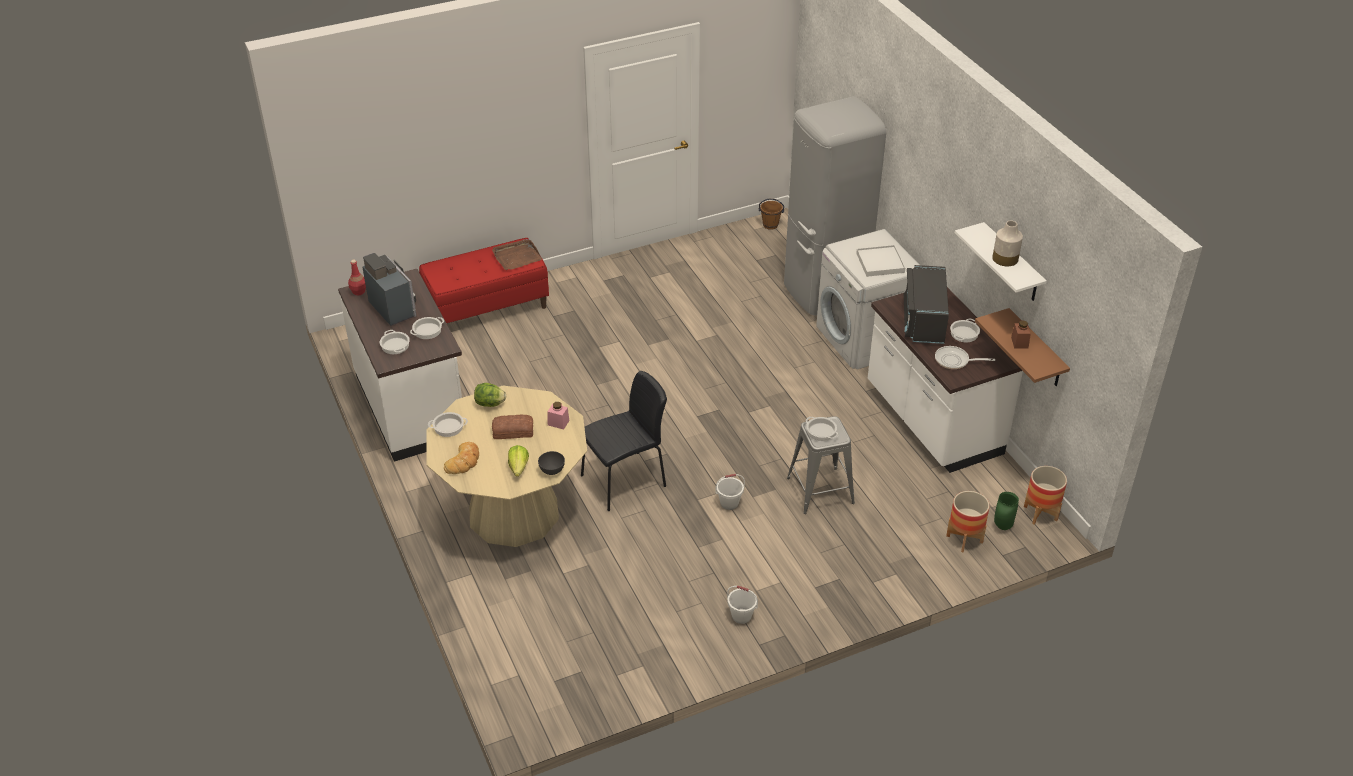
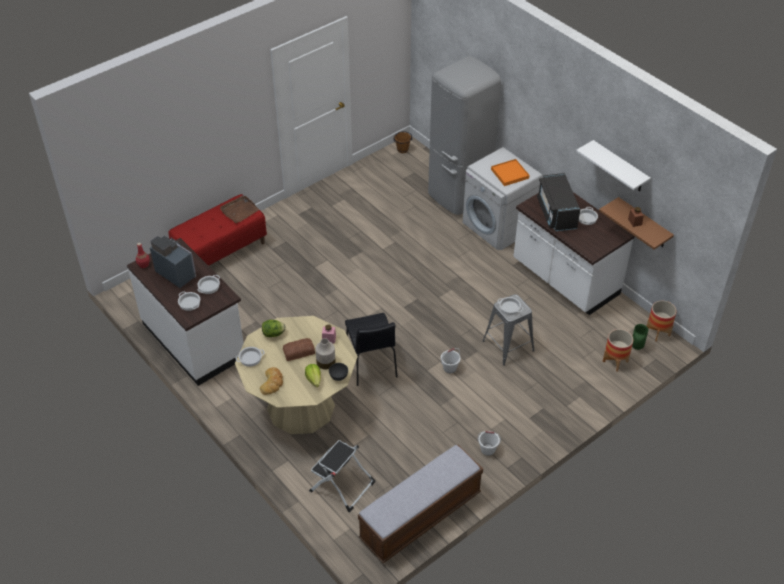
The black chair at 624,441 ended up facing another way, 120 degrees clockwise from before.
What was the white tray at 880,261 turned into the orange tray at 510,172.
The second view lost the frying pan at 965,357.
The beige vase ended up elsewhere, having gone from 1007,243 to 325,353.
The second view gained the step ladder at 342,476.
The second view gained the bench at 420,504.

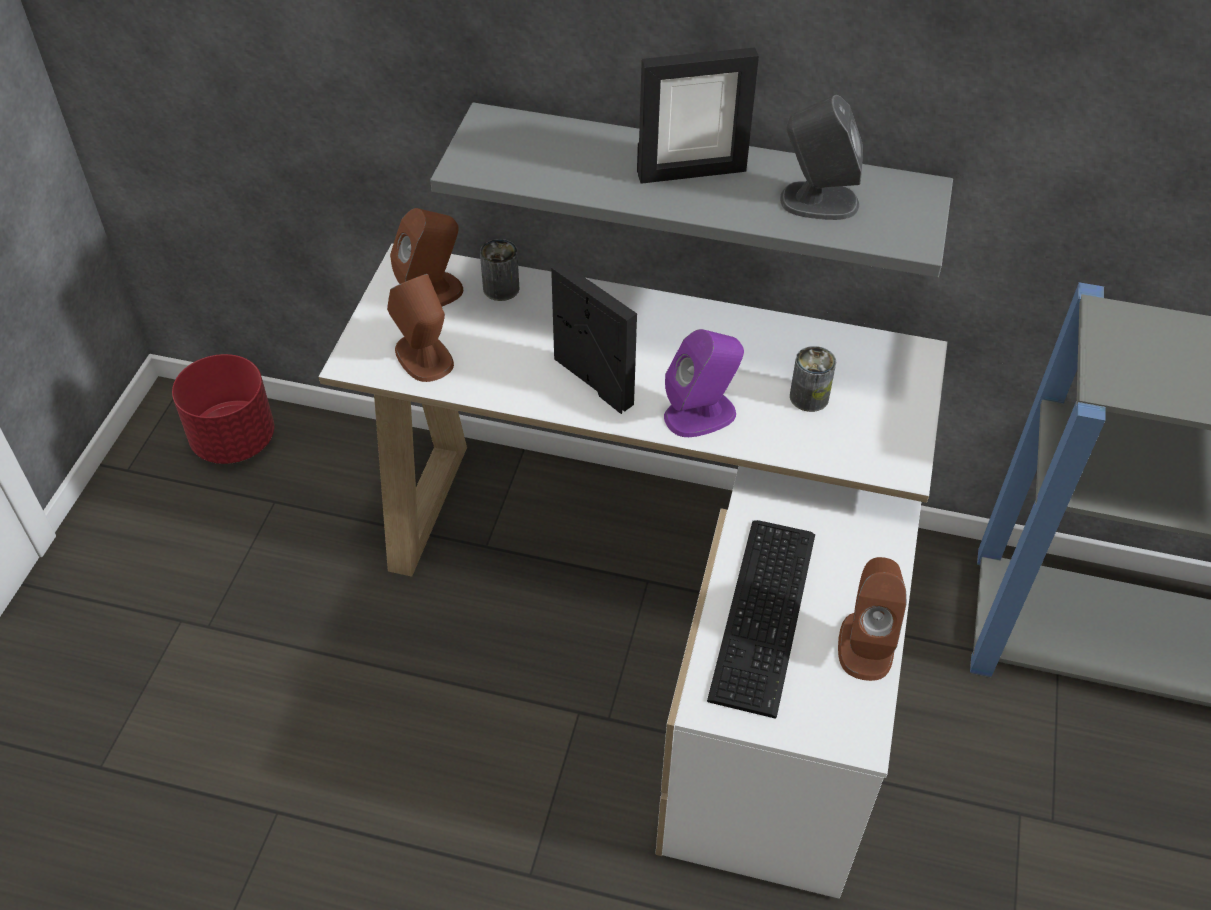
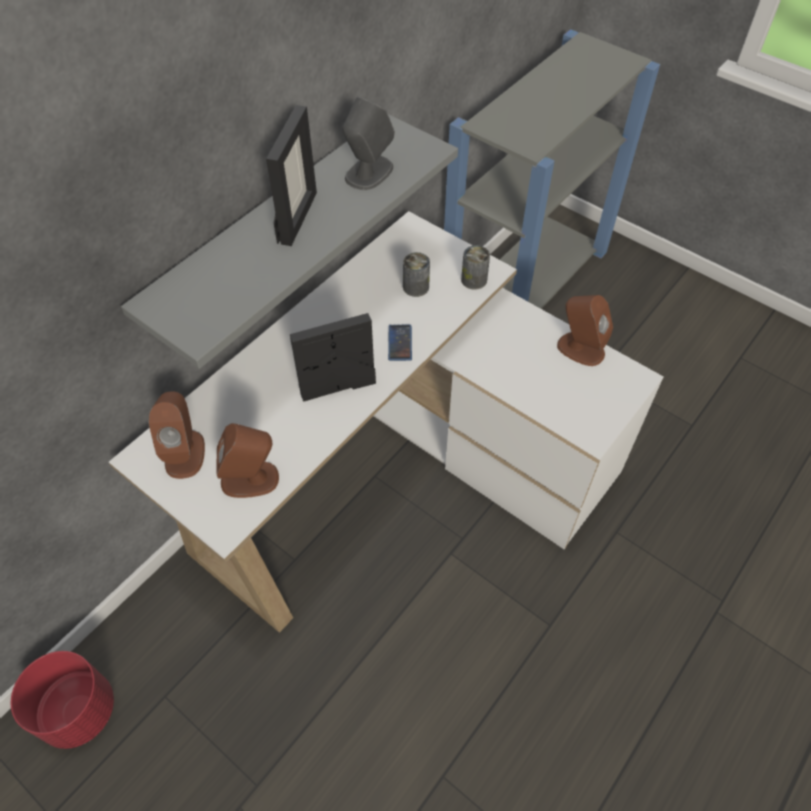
The can ended up elsewhere, having gone from 499,270 to 475,267.
Where the purple speaker stood at 704,383, the phone came to stand at 400,343.
The second view lost the keyboard at 761,619.

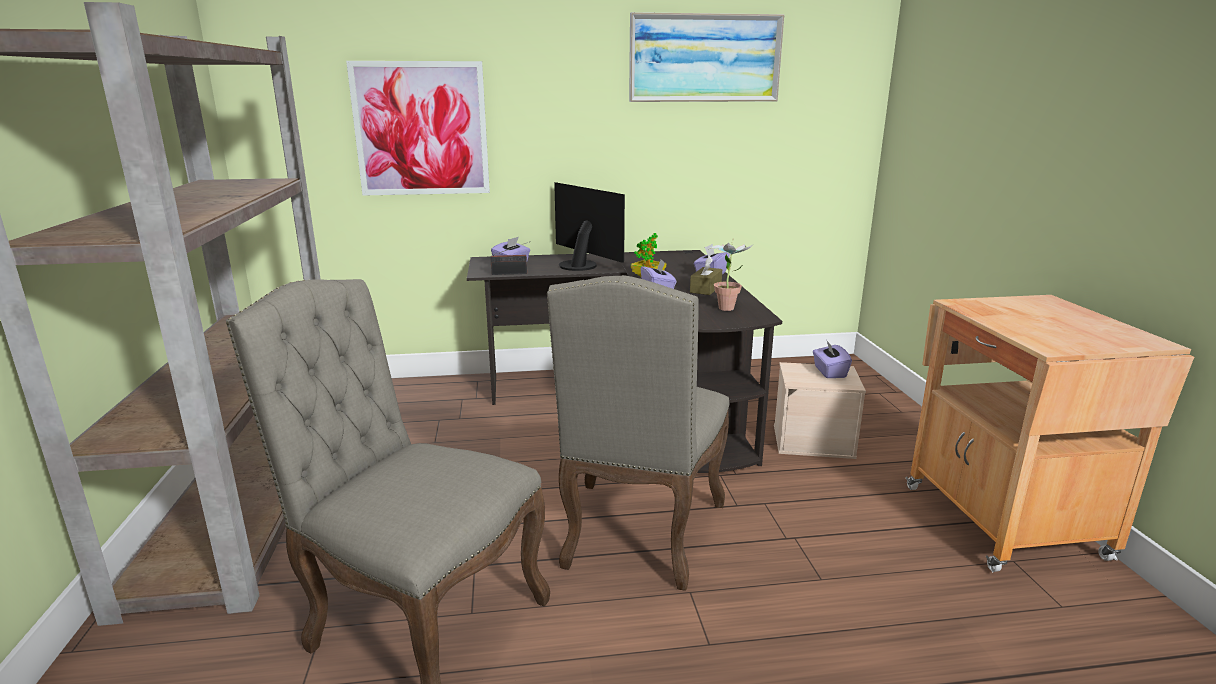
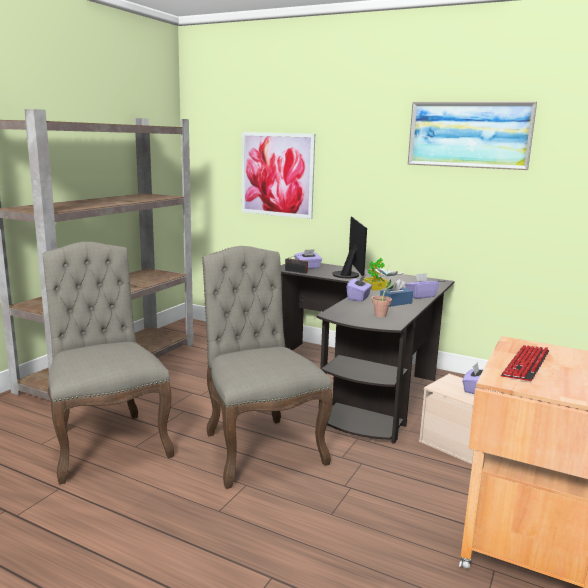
The grey chair at 638,433 ended up facing another way, 105 degrees clockwise from before.
What was the brown tissue box at 706,275 turned into the blue tissue box at 396,293.
The second view gained the keyboard at 525,363.

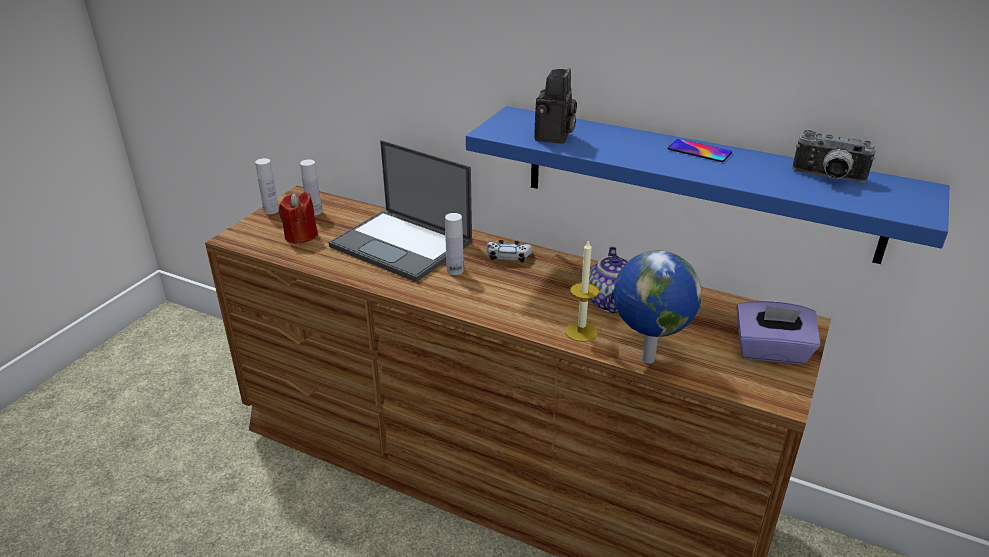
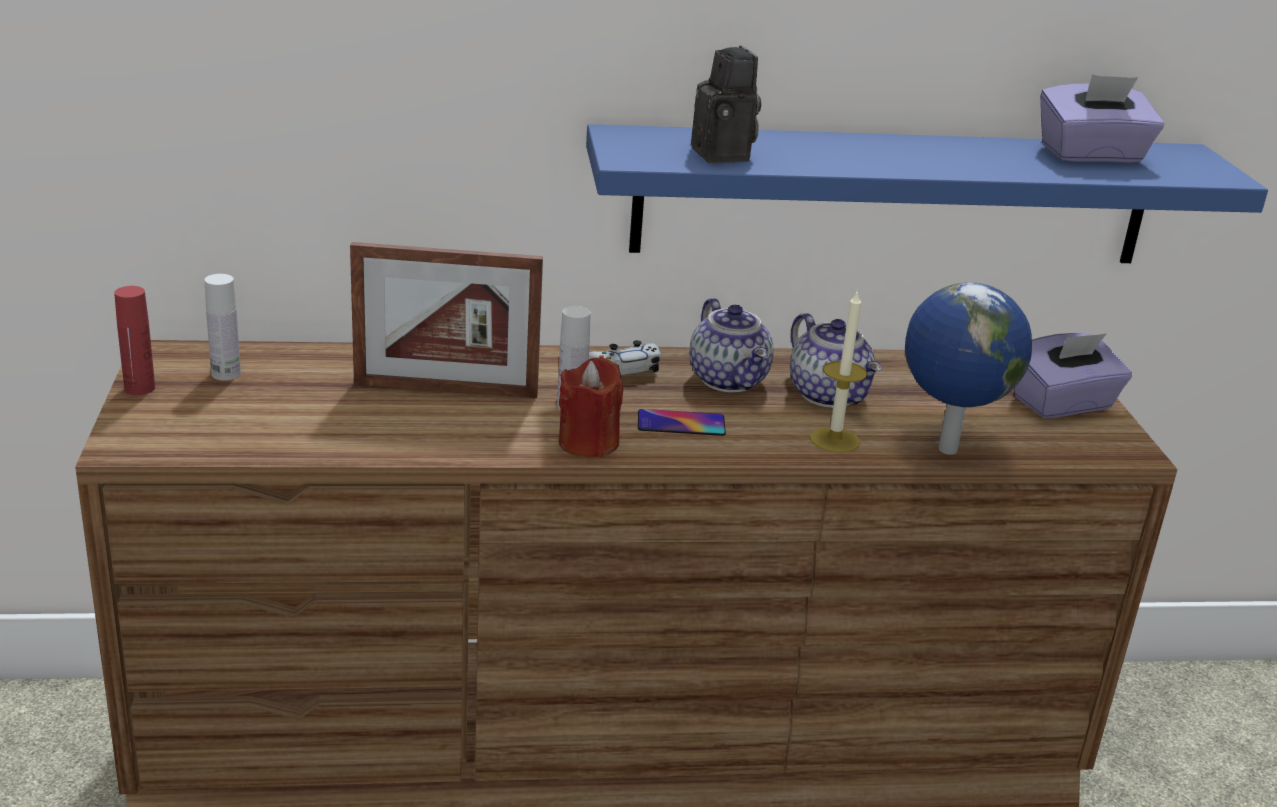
What was the white bottle at 267,186 turned into the red bottle at 134,340.
The red candle ended up elsewhere, having gone from 298,218 to 591,407.
Where the laptop stood at 400,211, the picture frame came to stand at 446,320.
The phone ended up elsewhere, having gone from 699,150 to 682,422.
Where the photo camera stood at 834,156, the purple tissue box came to stand at 1102,118.
The second view gained the teapot at 731,345.

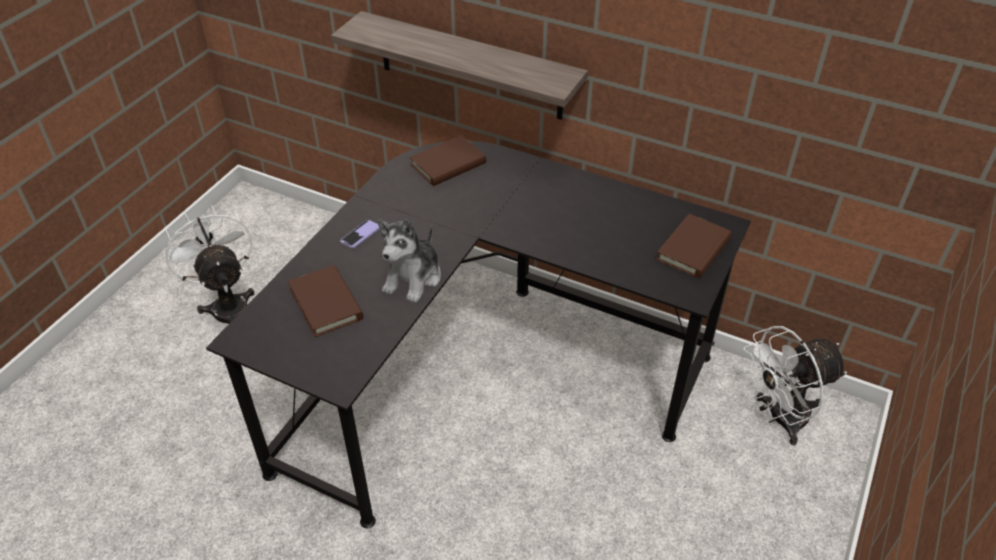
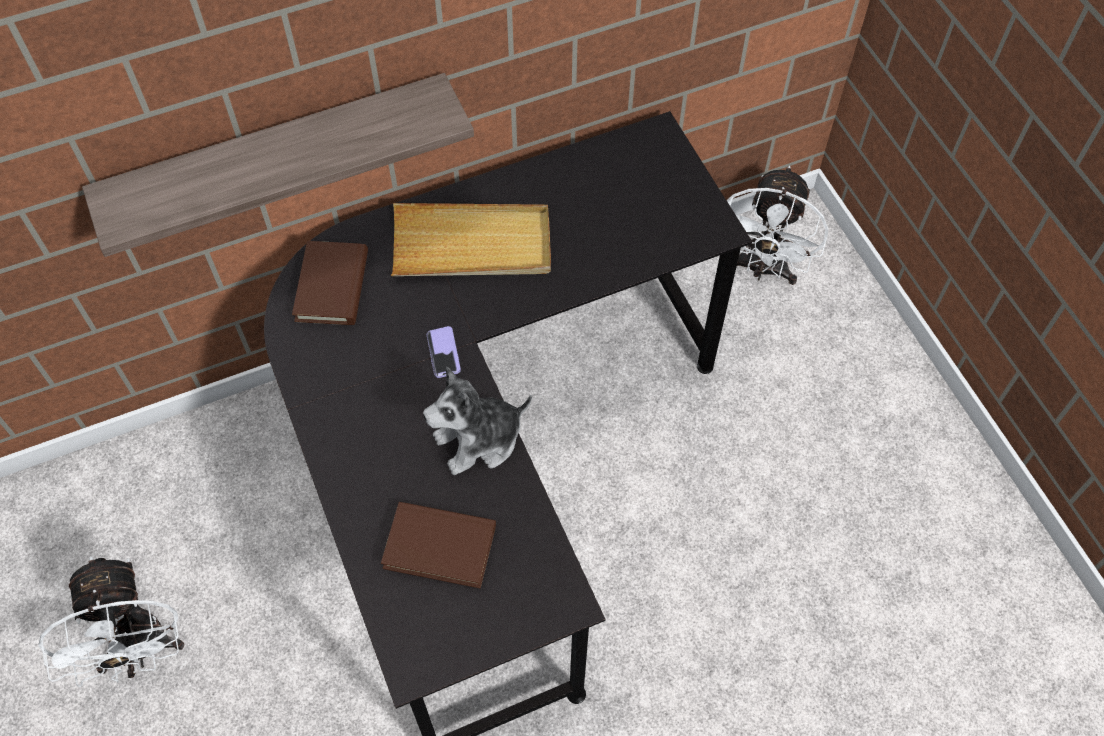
The white fan at 208,264 ended up facing another way, 120 degrees counterclockwise from before.
The phone ended up elsewhere, having gone from 360,234 to 444,352.
The plush toy at 409,261 ended up facing another way, 90 degrees clockwise from before.
The second view lost the brown book at 694,246.
The second view gained the beige tray at 471,239.

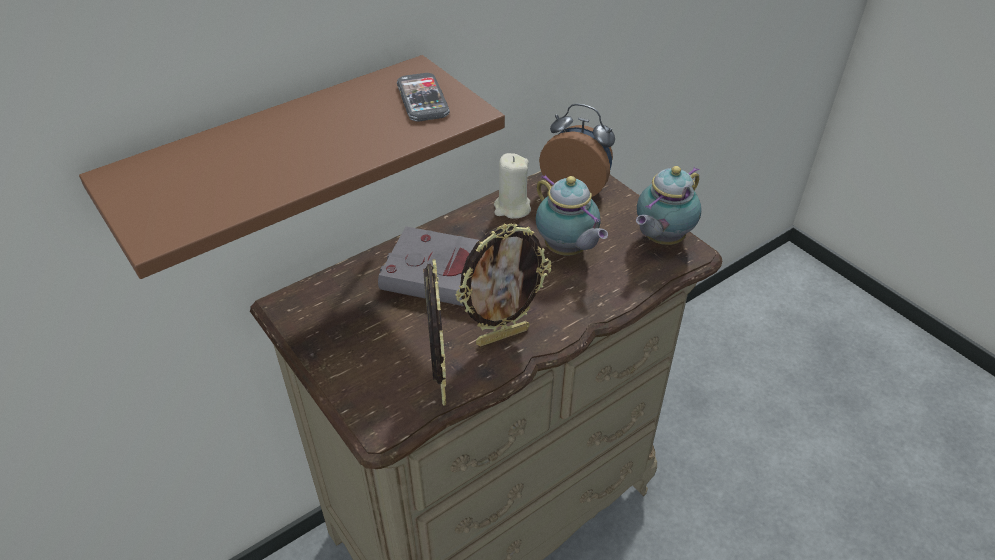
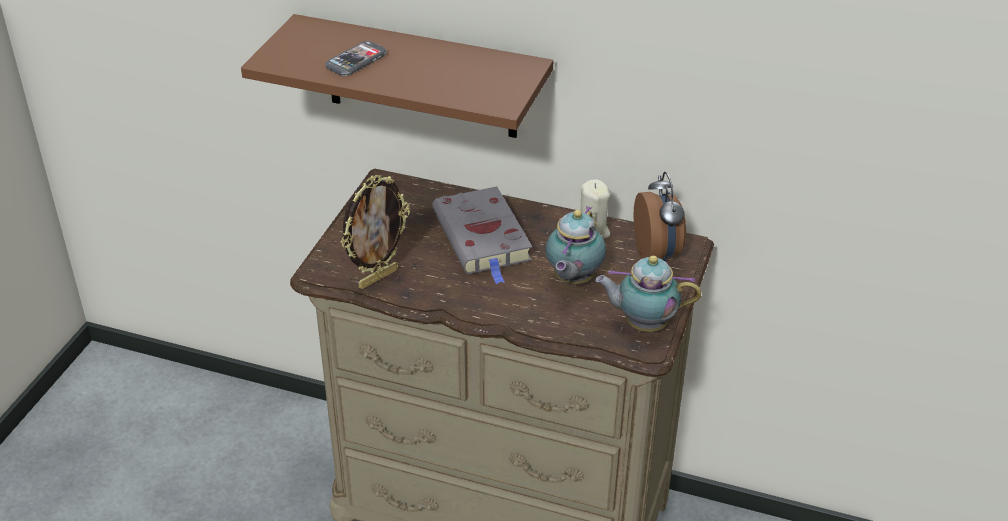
The phone ended up elsewhere, having gone from 423,97 to 356,58.
The second view lost the picture frame at 503,285.

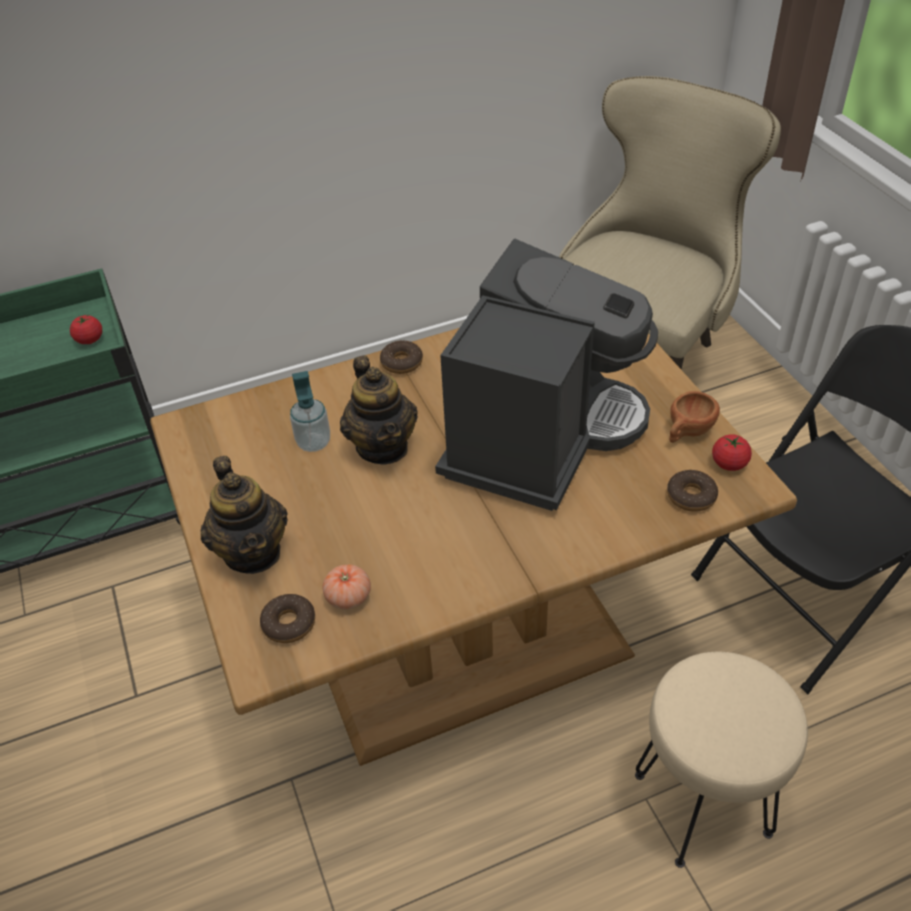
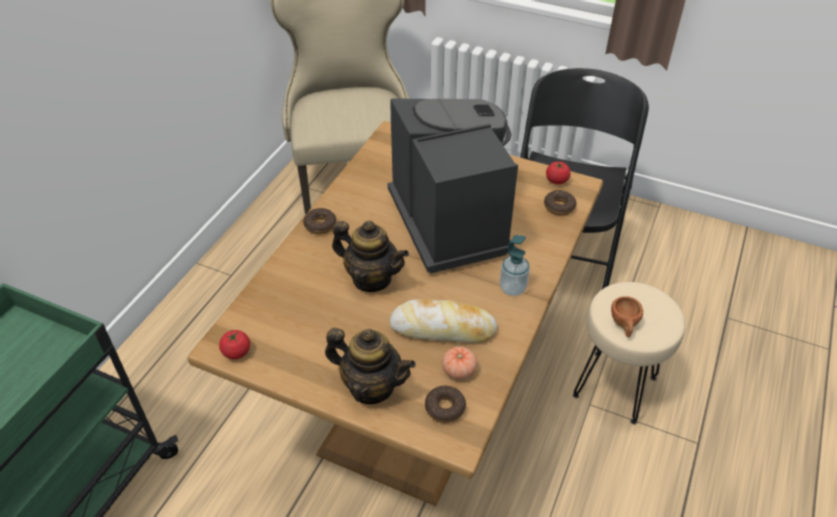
The tomato ended up elsewhere, having gone from 86,329 to 234,344.
The soap dispenser ended up elsewhere, having gone from 310,411 to 515,265.
The brown cup ended up elsewhere, having gone from 694,417 to 627,316.
The second view gained the bread at 443,321.

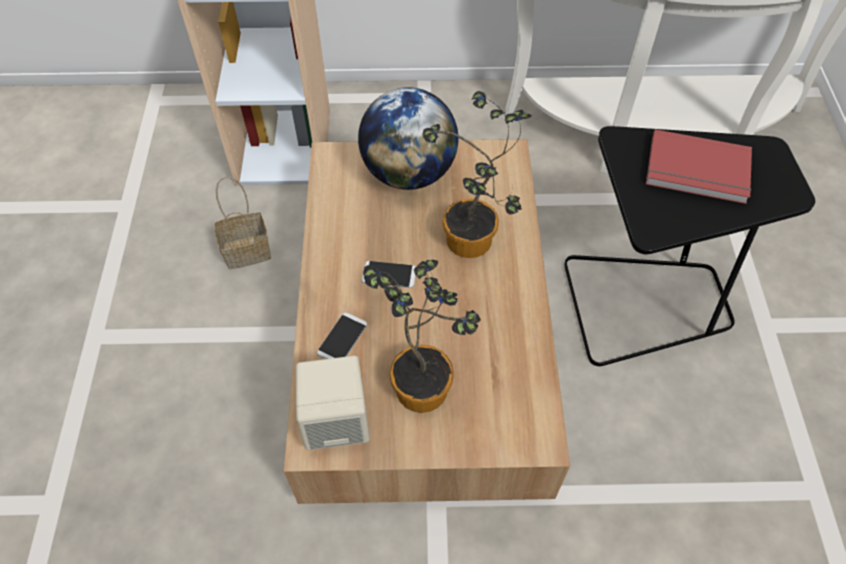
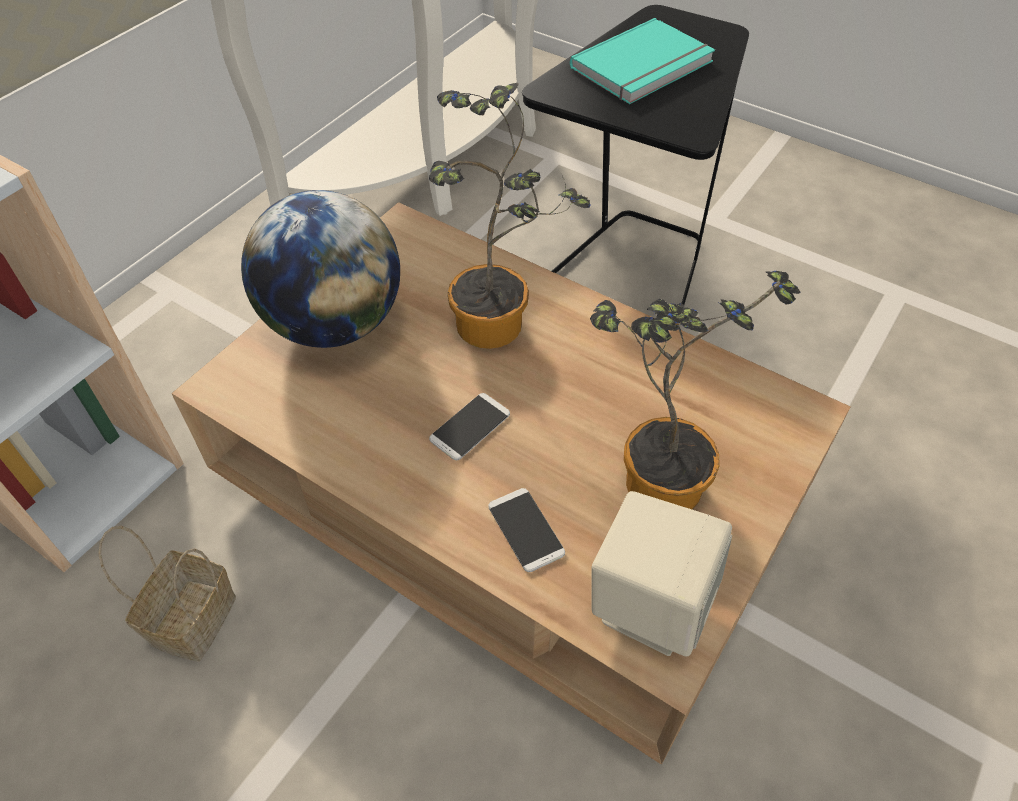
What was the red book at 699,166 turned into the turquoise book at 642,61.

